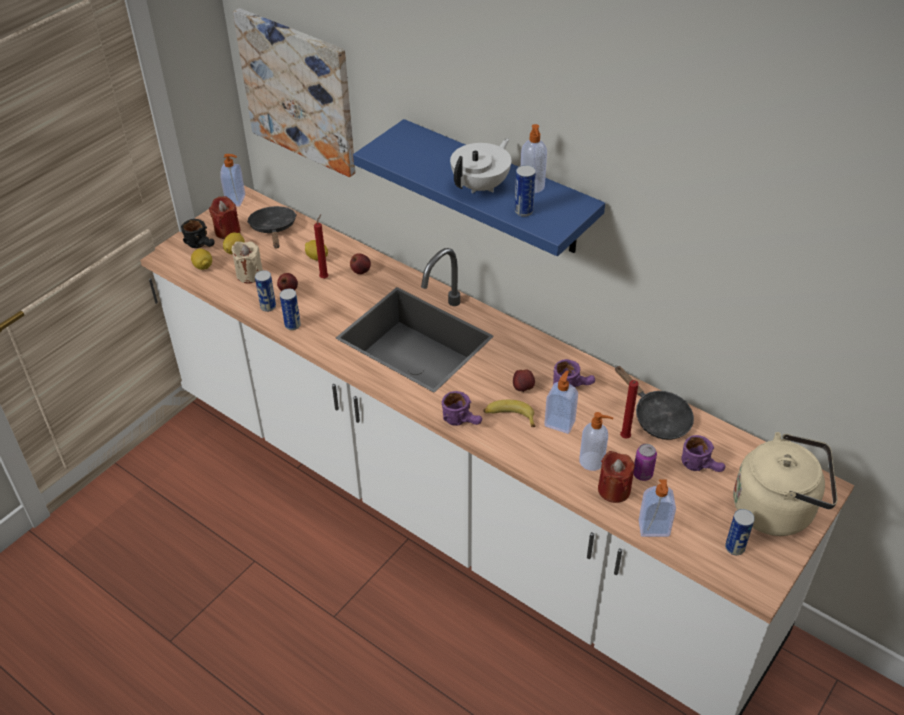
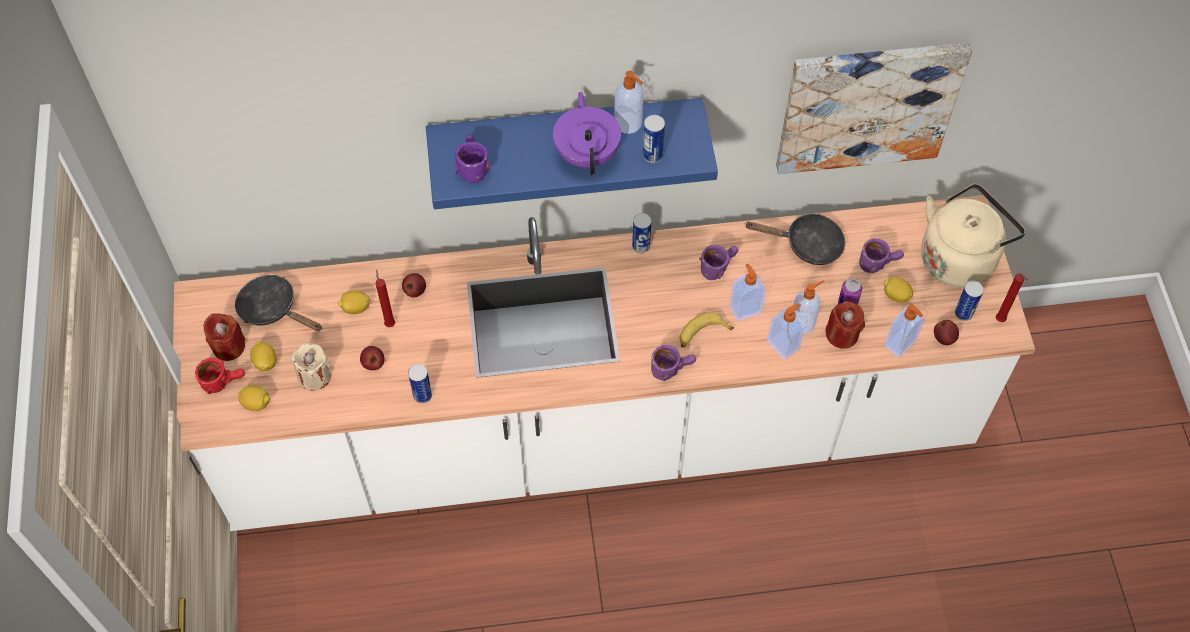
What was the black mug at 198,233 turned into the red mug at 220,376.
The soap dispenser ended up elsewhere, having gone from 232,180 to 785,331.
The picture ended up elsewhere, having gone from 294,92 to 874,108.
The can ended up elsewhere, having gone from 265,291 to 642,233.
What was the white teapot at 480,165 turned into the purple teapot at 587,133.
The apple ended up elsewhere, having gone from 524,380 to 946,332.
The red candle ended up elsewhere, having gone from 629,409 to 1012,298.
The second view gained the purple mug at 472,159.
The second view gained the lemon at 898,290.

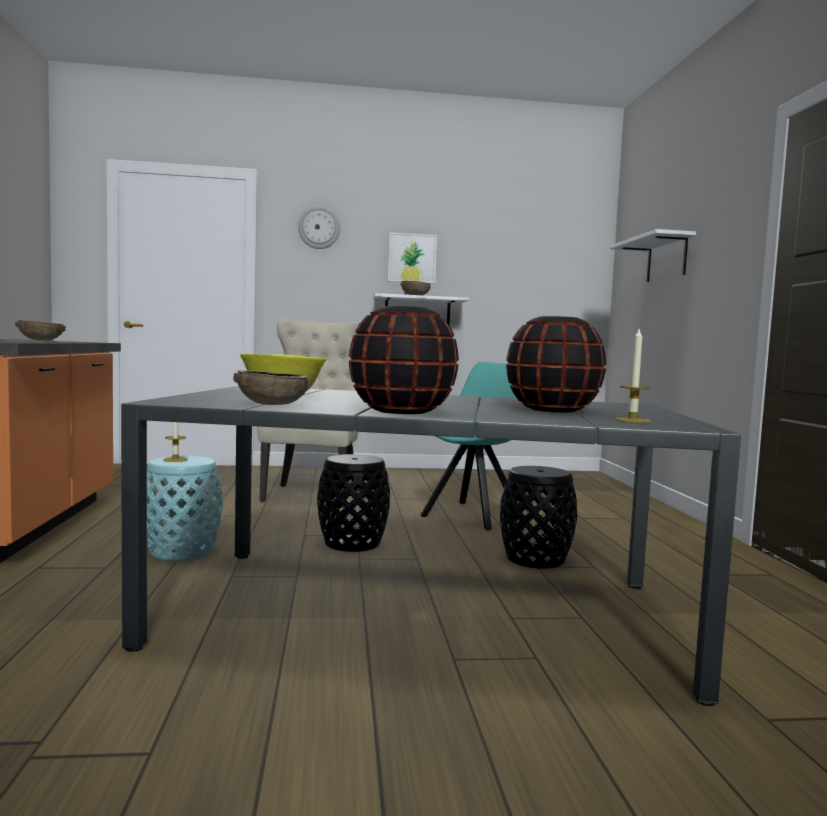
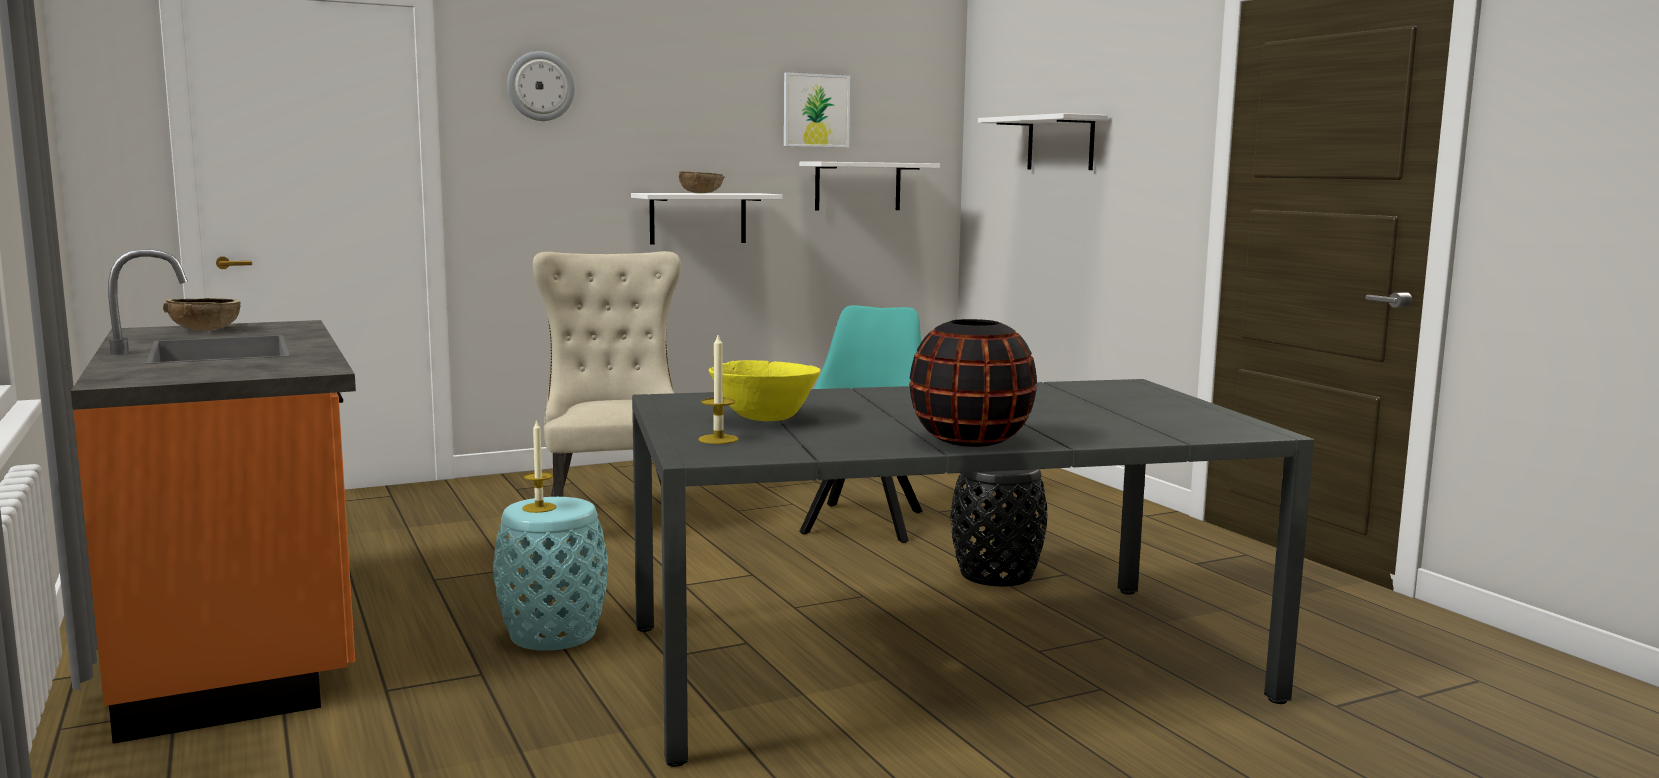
The second view lost the brown bowl at 272,387.
The second view lost the black stool at 353,503.
The picture ended up elsewhere, having gone from 412,258 to 817,110.
The second view lost the black vase at 556,364.
The candle ended up elsewhere, having gone from 633,376 to 718,389.
The second view gained the white shelf at 869,186.

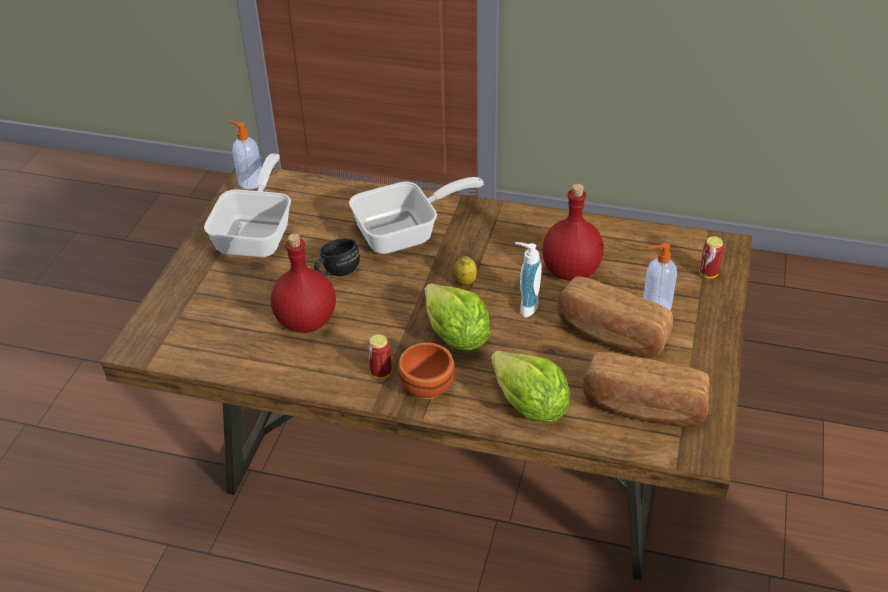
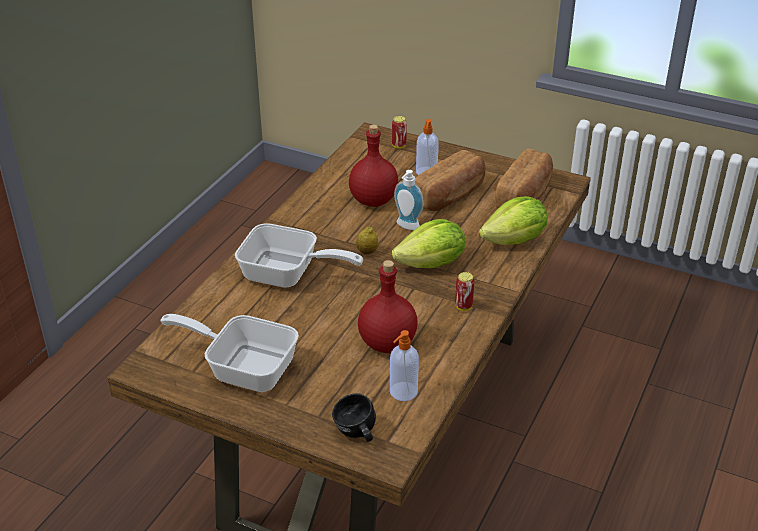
The soap dispenser ended up elsewhere, having gone from 244,155 to 404,365.
The black mug ended up elsewhere, having gone from 337,257 to 354,417.
The frying pan at 416,215 ended up facing another way, 120 degrees clockwise from before.
The second view lost the brown bowl at 426,371.

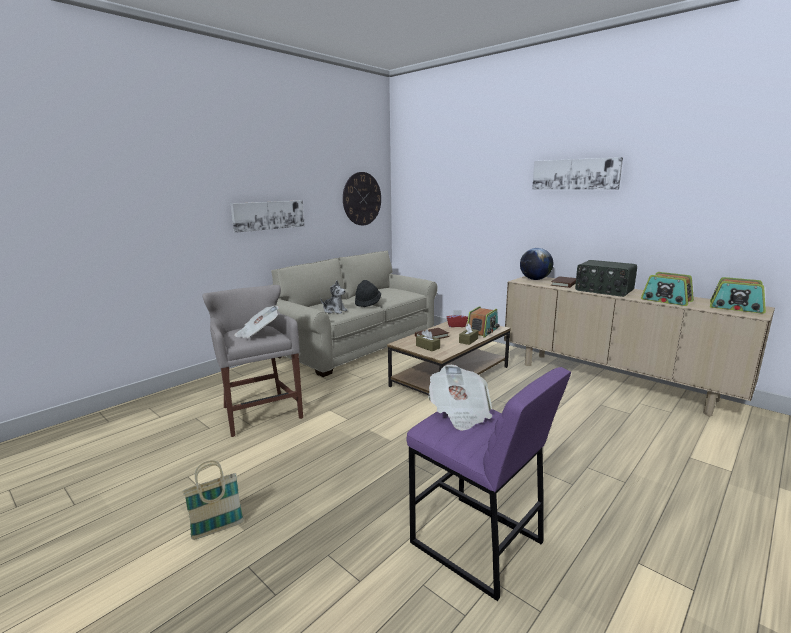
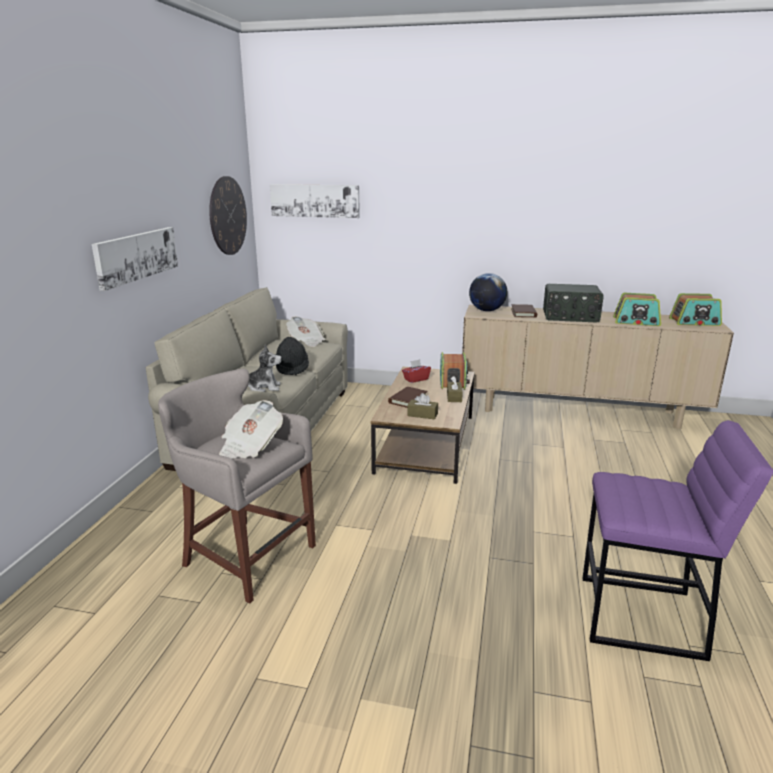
The second view lost the basket at 213,500.
The newspaper ended up elsewhere, having gone from 460,398 to 305,331.
The picture ended up elsewhere, having gone from 577,173 to 315,201.

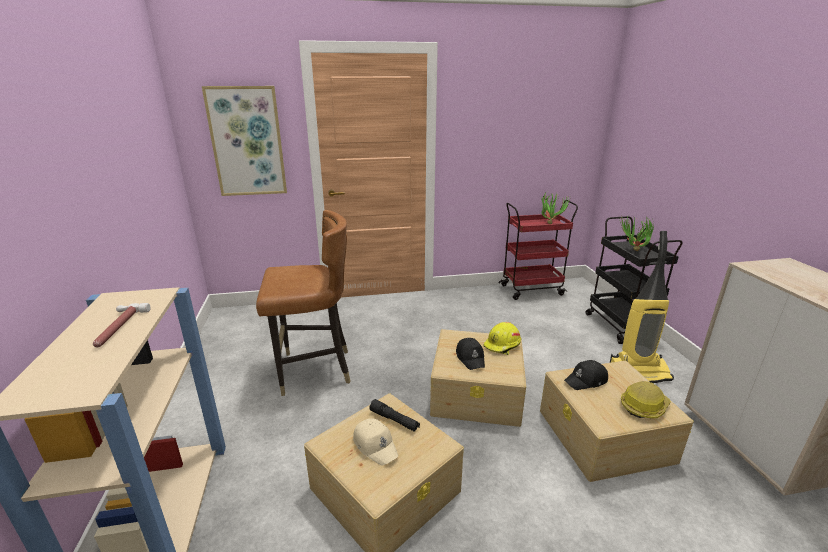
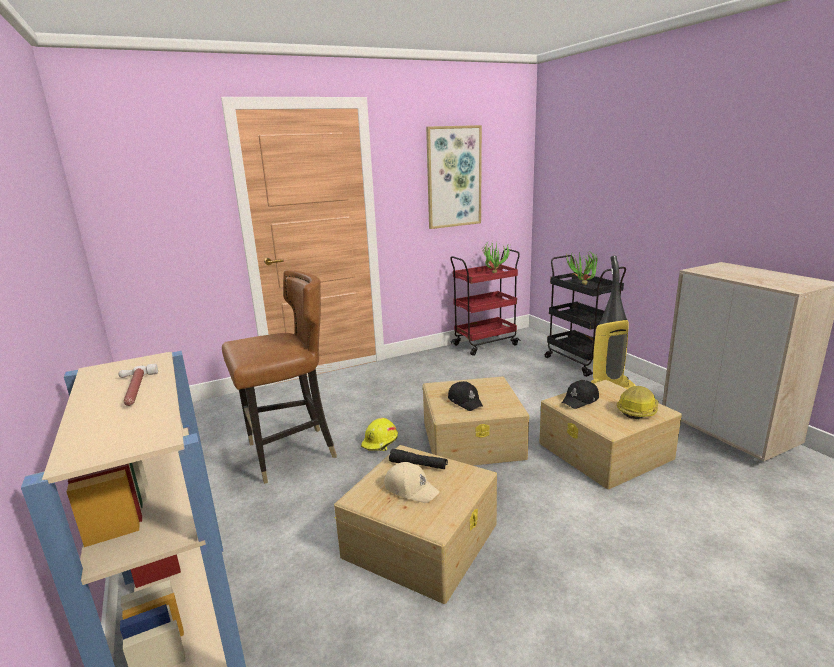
The picture ended up elsewhere, having gone from 244,141 to 454,177.
The yellow hard hat ended up elsewhere, having gone from 502,338 to 379,434.

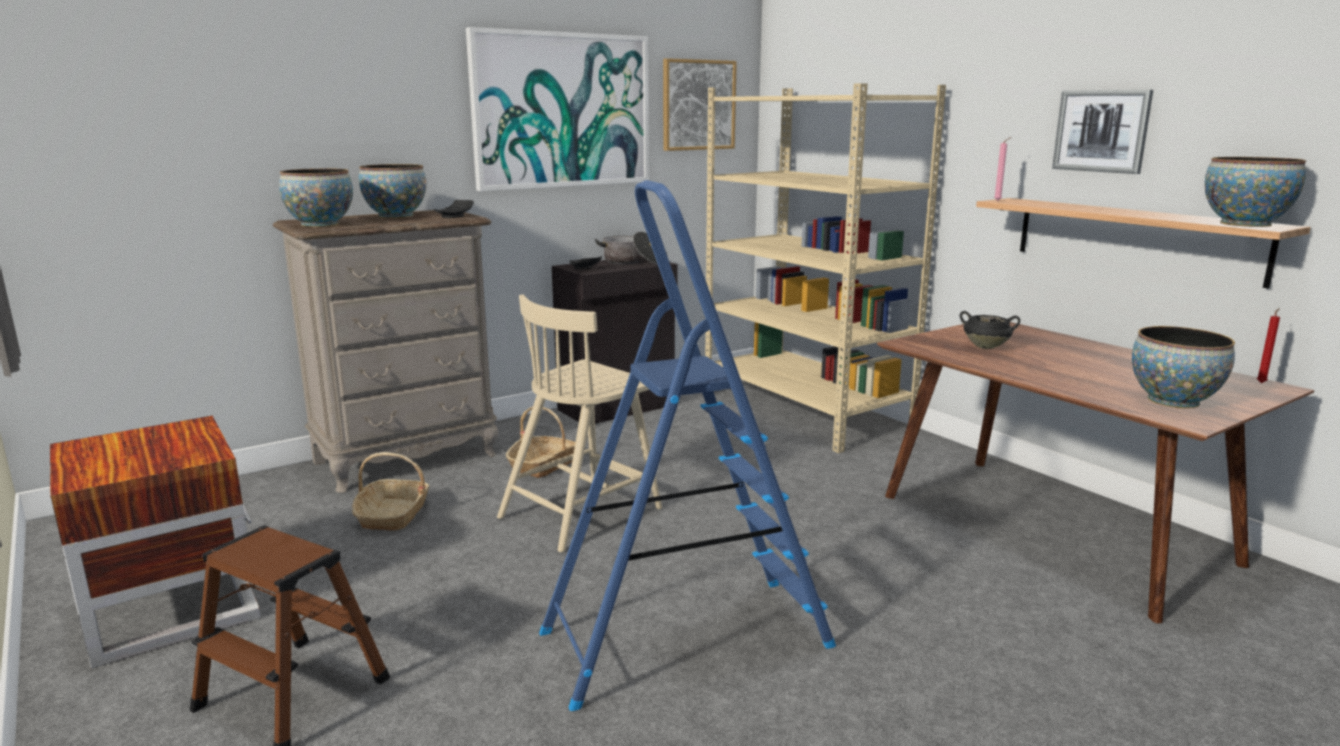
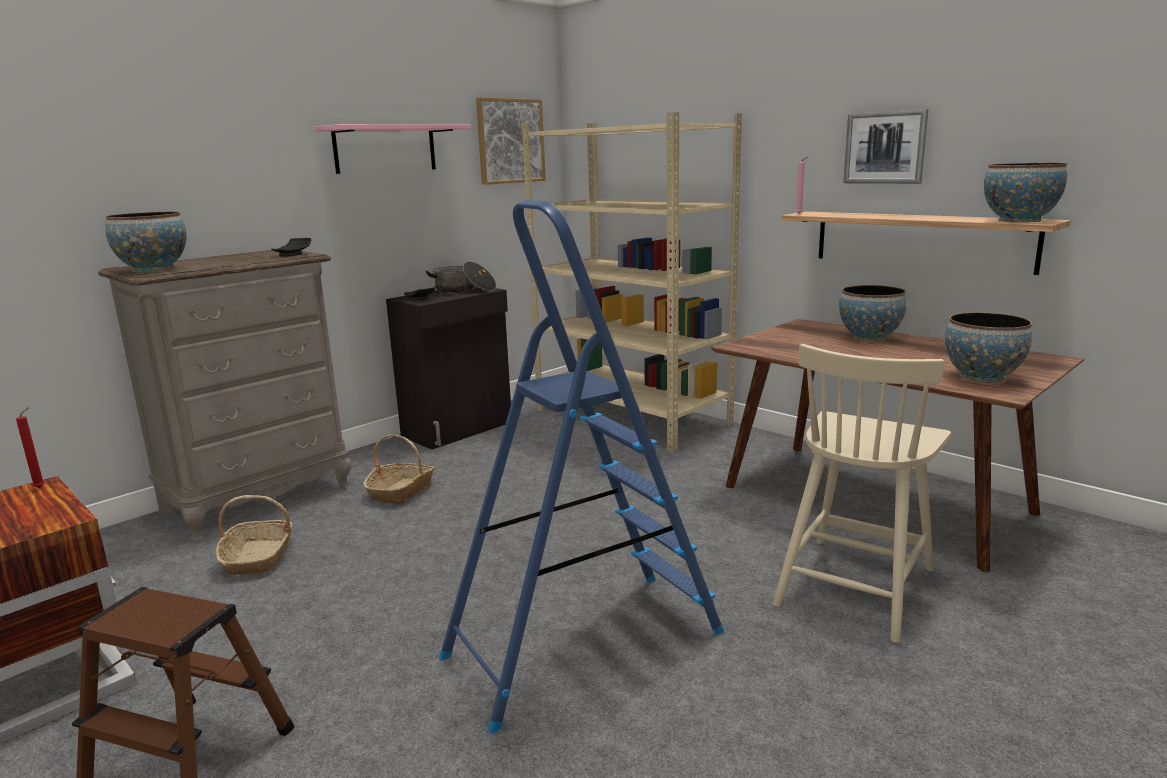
The bowl ended up elsewhere, having gone from 392,191 to 873,313.
Where the picture hung at 557,109, the pink shelf came to hang at 393,149.
The beige chair ended up elsewhere, having gone from 579,423 to 862,493.
The second view lost the black cooking pot at 990,330.
The red candle ended up elsewhere, having gone from 1268,345 to 30,447.

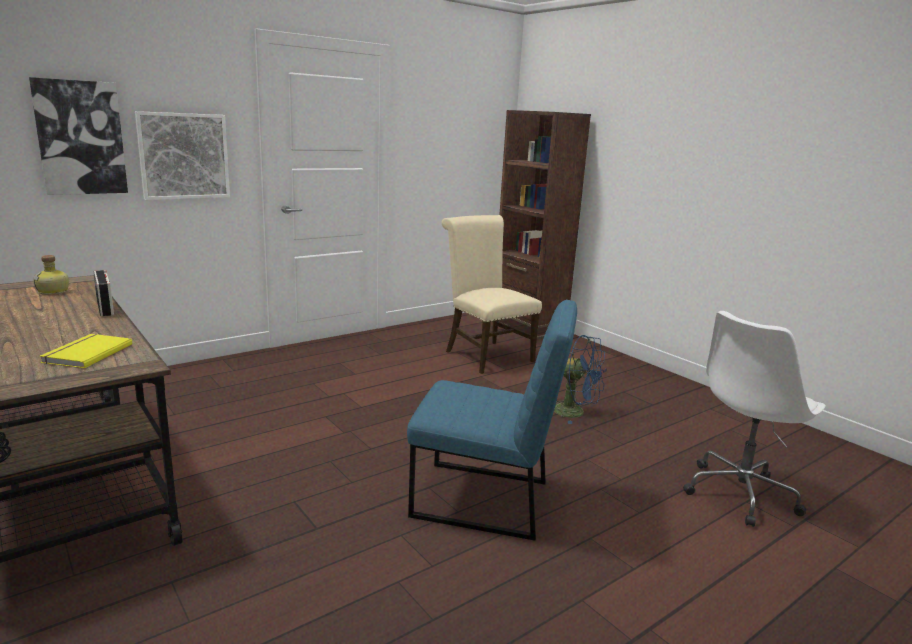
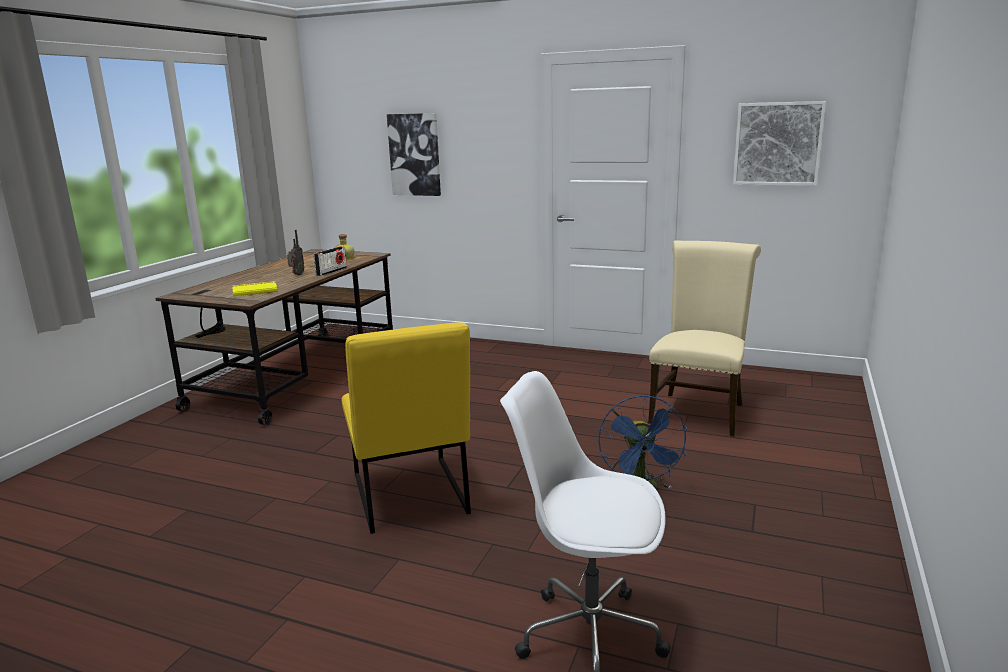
The picture ended up elsewhere, having gone from 182,155 to 779,143.
What was the blue chair at 492,420 turned into the yellow chair at 406,428.
The second view lost the brown bookcase at 541,224.
The second view gained the radio at 295,252.

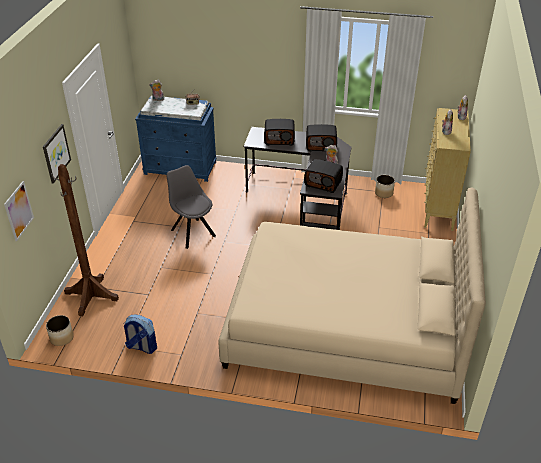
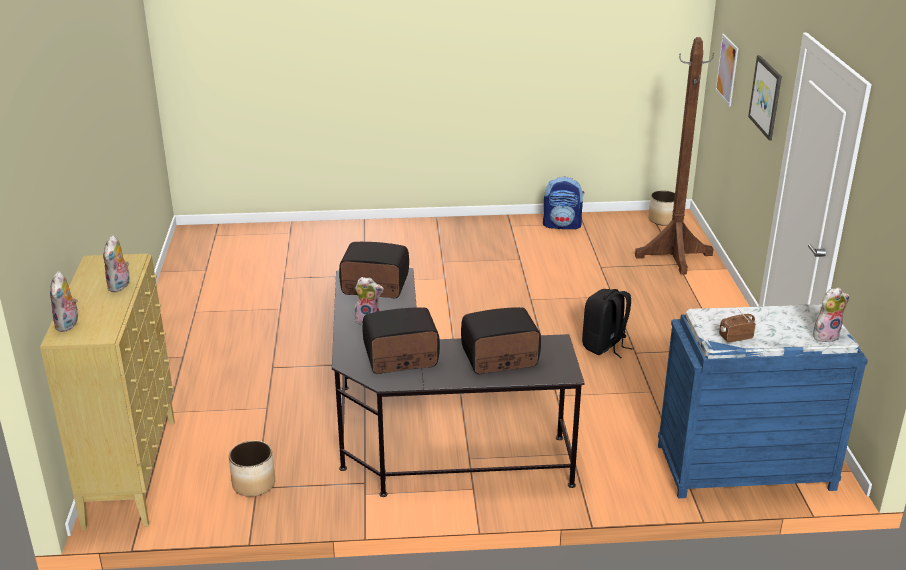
Where the grey chair stood at 191,207, the black backpack came to stand at 607,323.
The second view lost the beige bed at 352,296.

